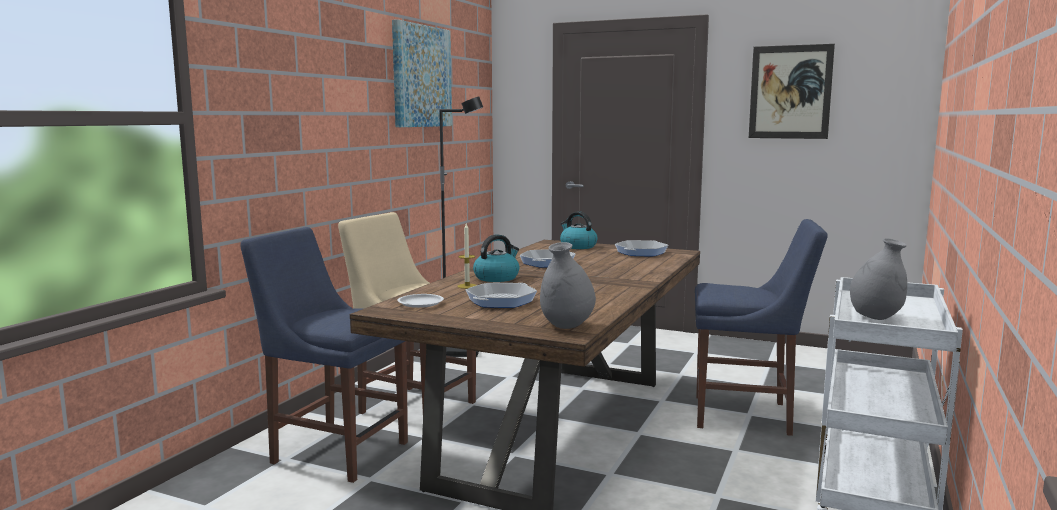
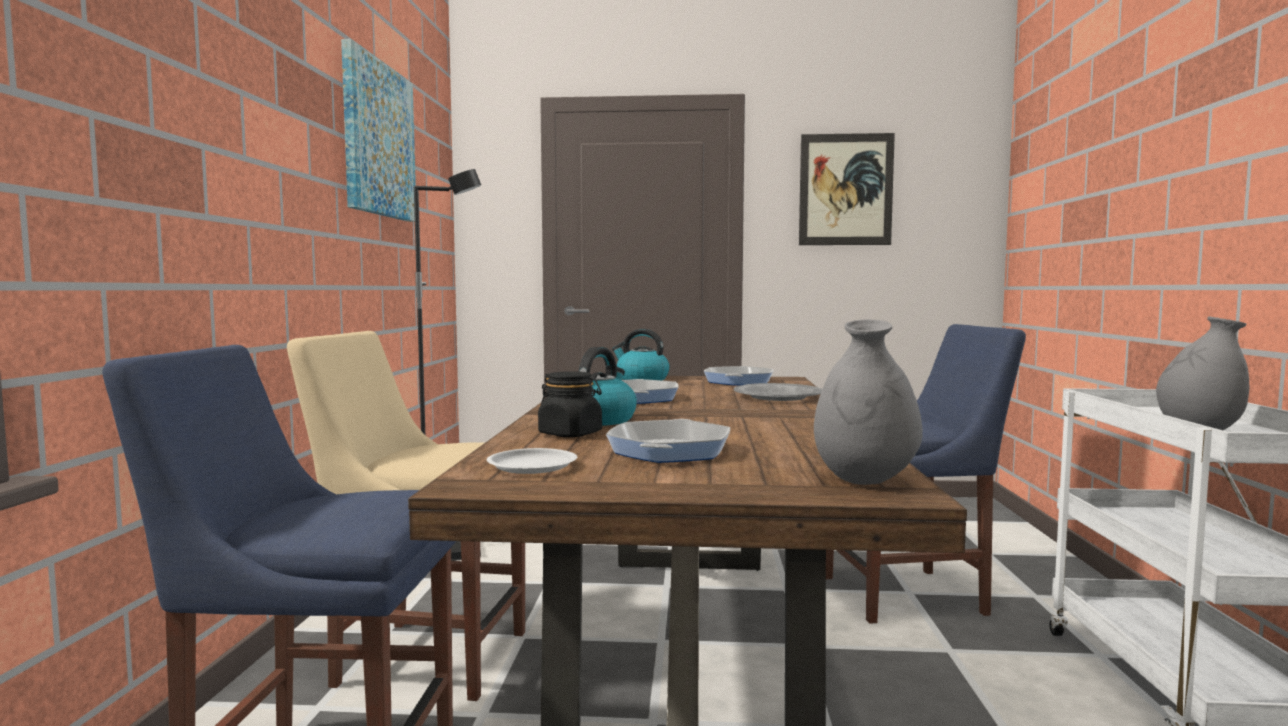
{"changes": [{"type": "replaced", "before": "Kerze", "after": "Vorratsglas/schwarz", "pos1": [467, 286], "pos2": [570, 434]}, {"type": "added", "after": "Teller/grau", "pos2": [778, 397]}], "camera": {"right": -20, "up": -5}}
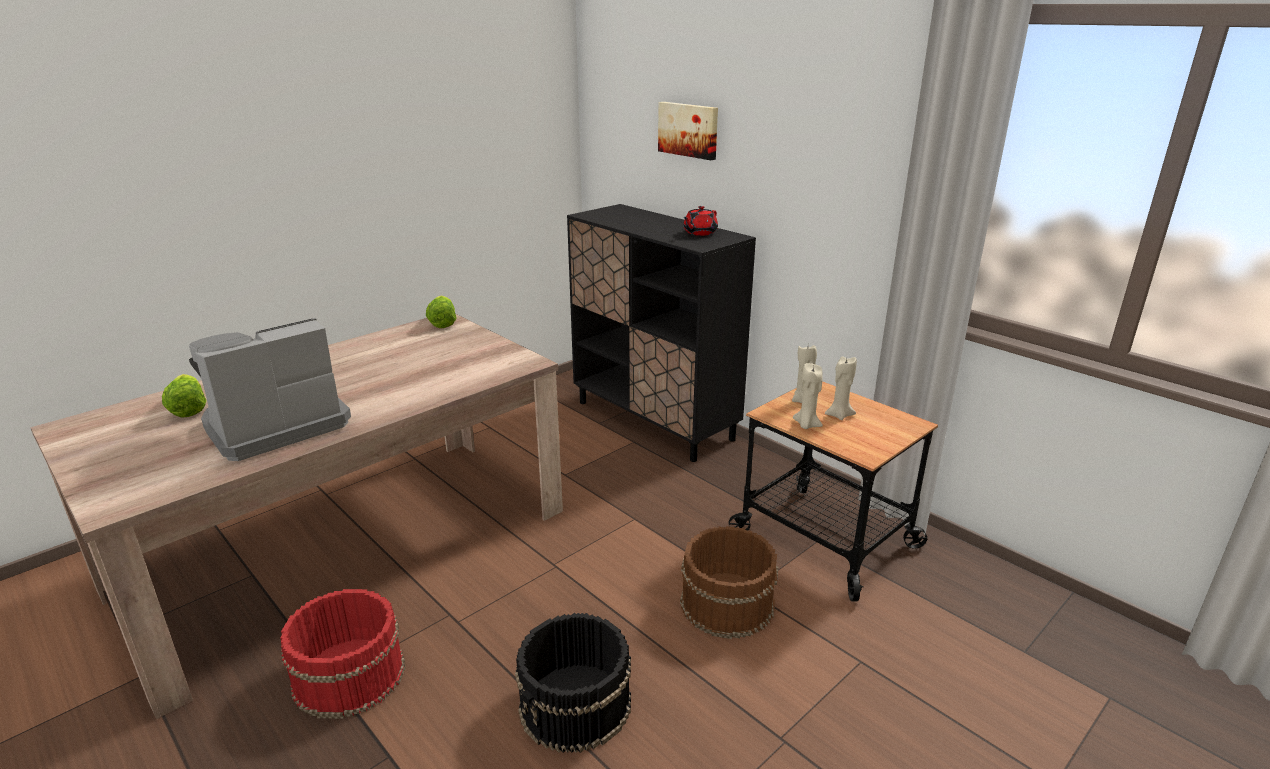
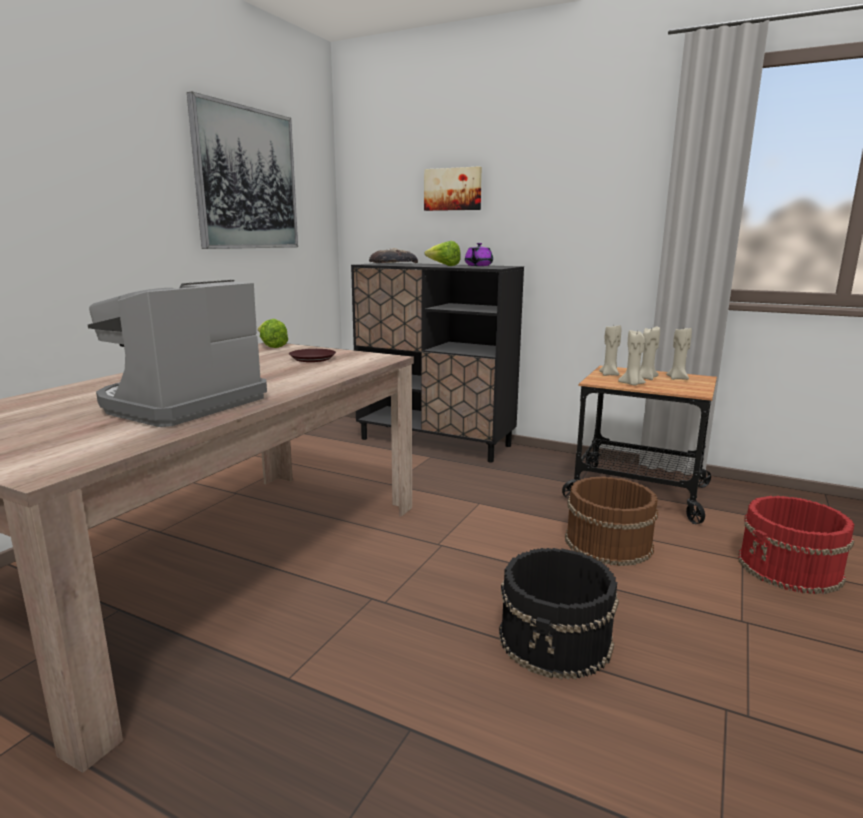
{"changes": [{"type": "added", "after": "Bild", "pos2": [246, 179]}, {"type": "added", "after": "Teller/braun", "pos2": [312, 359]}, {"type": "added", "after": "Brot", "pos2": [393, 263]}, {"type": "moved", "before": "Salatkopf", "pos1": [188, 409], "pos2": [443, 266]}, {"type": "recoloured", "before": "Teekanne/rot", "after": "Teekanne/lila", "pos1": [699, 233], "pos2": [478, 266]}, {"type": "added", "after": "Kerze/beige", "pos2": [677, 378]}, {"type": "moved", "before": "Eimer/rot", "pos1": [348, 676], "pos2": [790, 568]}], "camera": {"right": -20, "up": -10}}
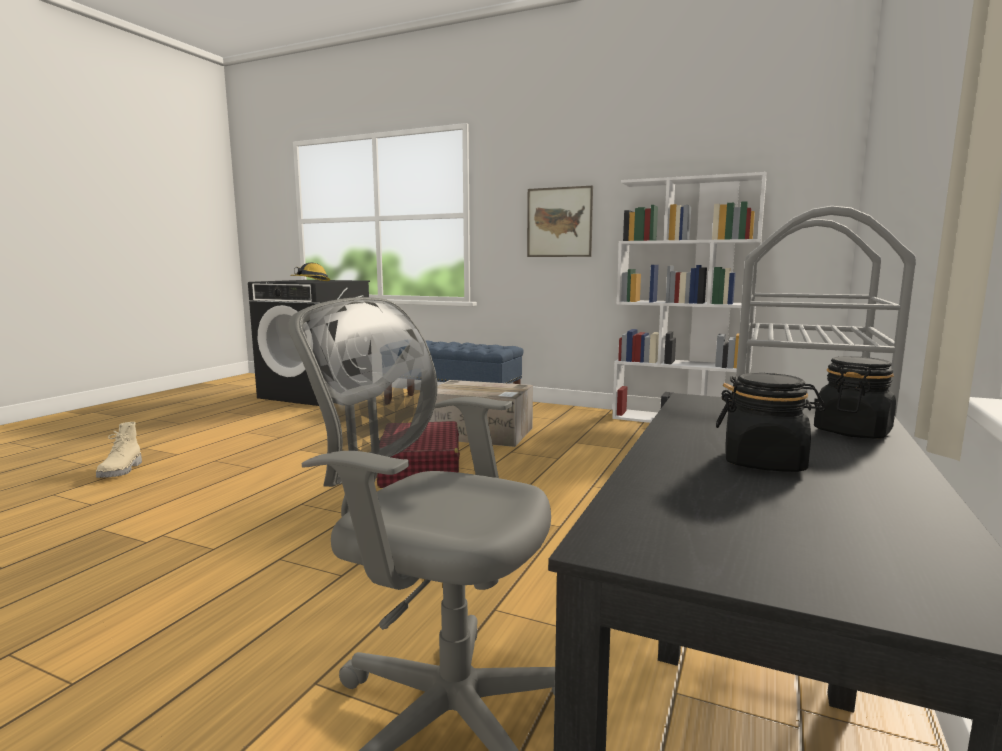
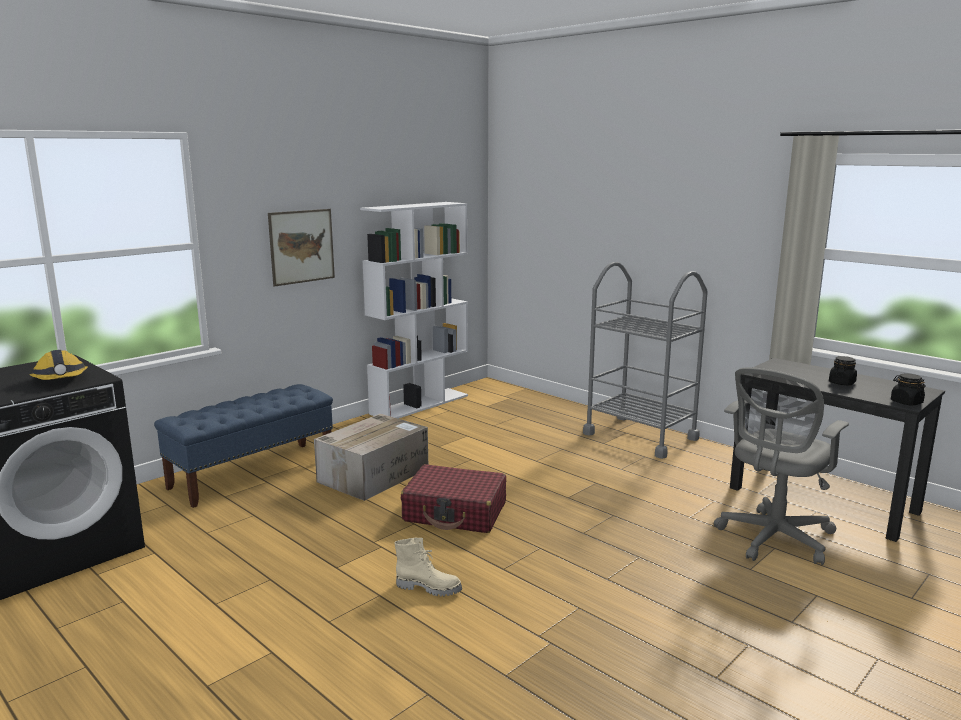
{"changes": [{"type": "moved", "before": "Stiefel/beige", "pos1": [121, 471], "pos2": [429, 587]}, {"type": "moved", "before": "Vorratsglas/schwarz", "pos1": [852, 432], "pos2": [906, 402]}], "camera": {"right": -70, "up": 5}}
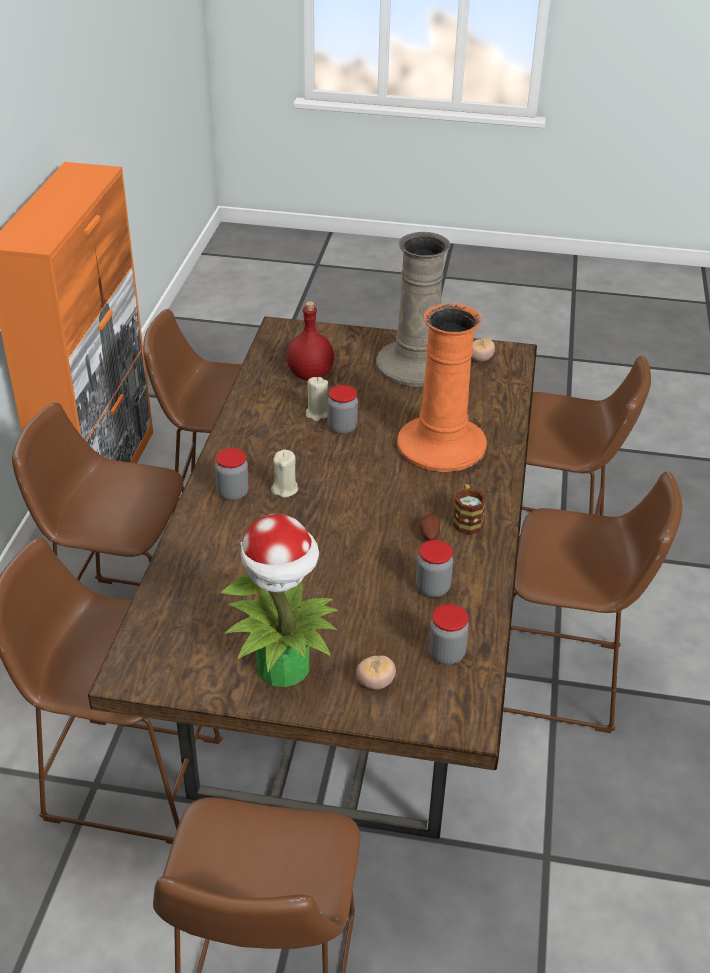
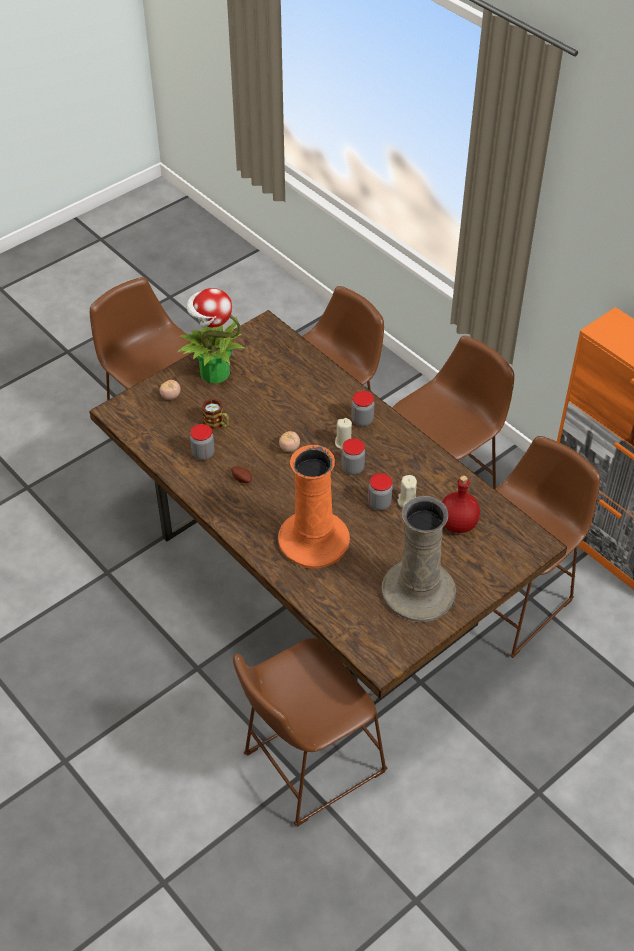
{"changes": [{"type": "moved", "before": "Henkelbecher", "pos1": [467, 520], "pos2": [217, 424]}, {"type": "moved", "before": "Tomate", "pos1": [480, 359], "pos2": [289, 448]}, {"type": "moved", "before": "Vorratsglas", "pos1": [446, 654], "pos2": [352, 468]}, {"type": "removed", "before": "Hocker/braun", "pos1": [559, 680]}], "camera": {"right": 130, "up": 10}}
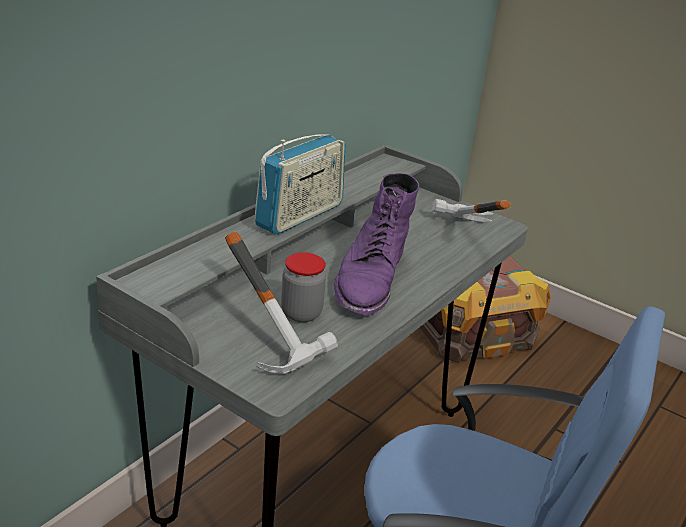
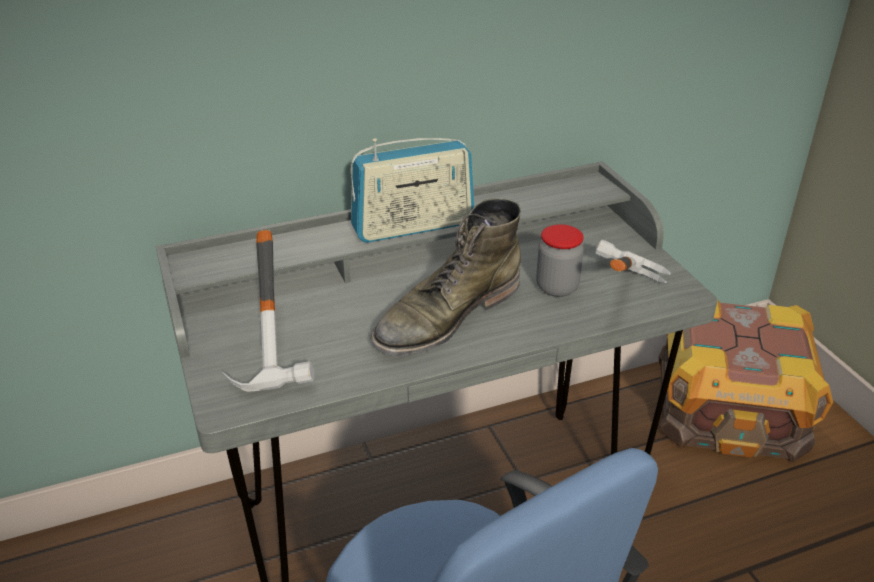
{"changes": [{"type": "recoloured", "before": "Stiefel/lila", "after": "Stiefel/grün", "pos1": [370, 279], "pos2": [446, 316]}, {"type": "moved", "before": "Vorratsglas", "pos1": [301, 313], "pos2": [557, 287]}], "camera": {"right": 35, "up": 5}}
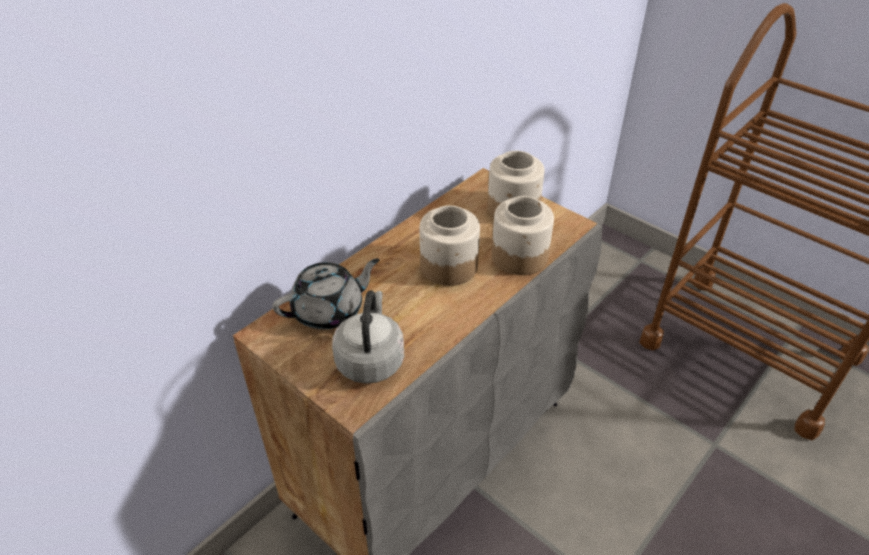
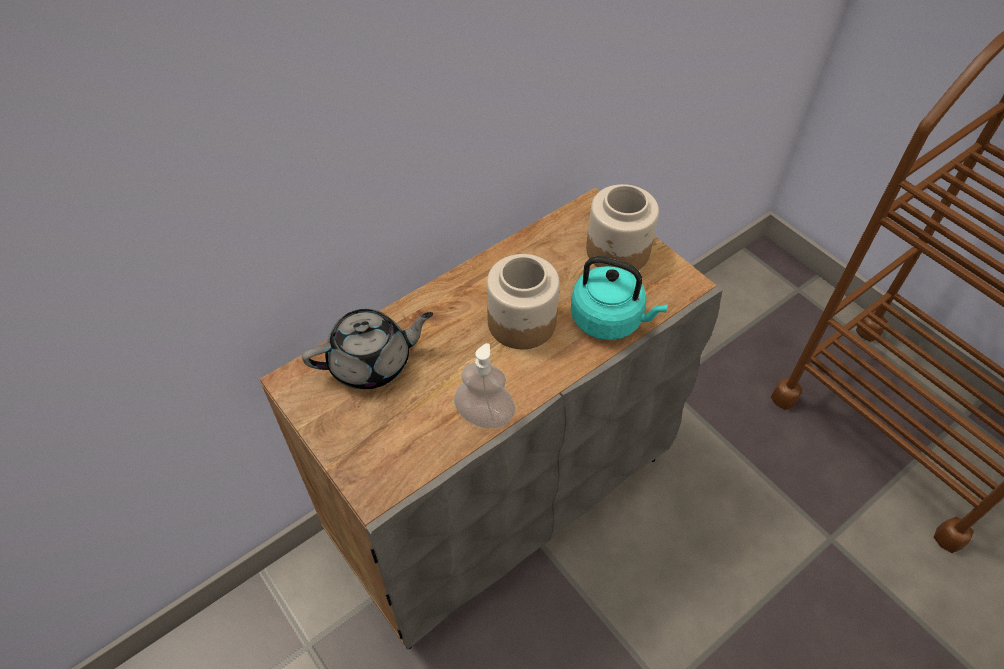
{"changes": [{"type": "added", "after": "Seifenspender", "pos2": [484, 416]}, {"type": "replaced", "before": "Vorratsglas", "after": "Wasserkessel/türkis", "pos1": [520, 256], "pos2": [610, 320]}, {"type": "removed", "before": "Wasserkessel/grau", "pos1": [370, 359]}], "camera": {"right": 10, "up": 10}}
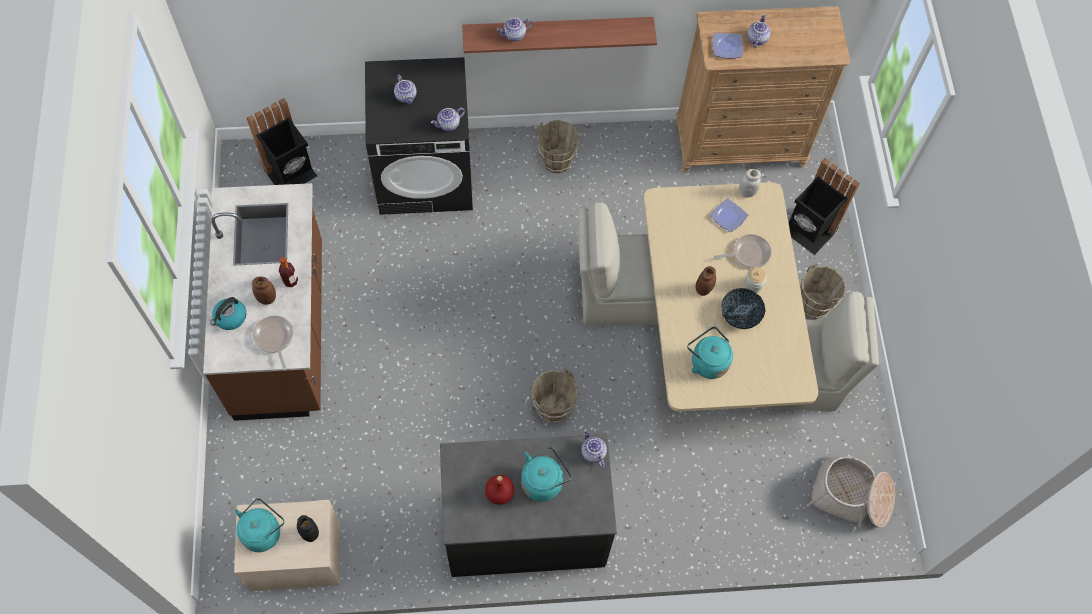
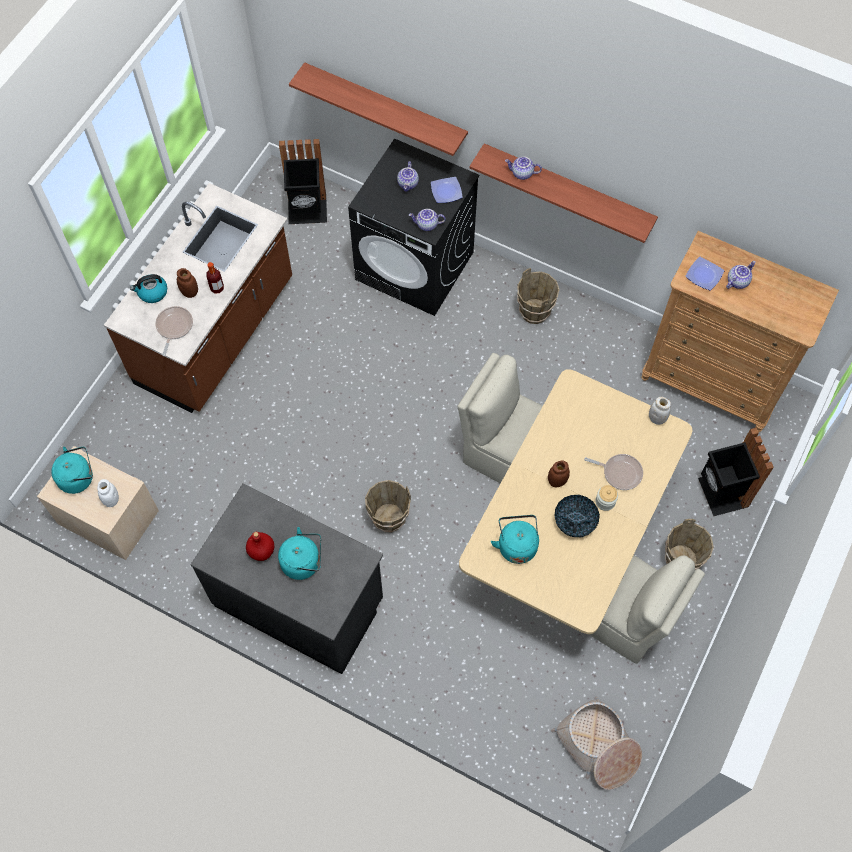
{"changes": [{"type": "recoloured", "before": "Vorratsglas/schwarz", "after": "Vorratsglas/weiß", "pos1": [310, 533], "pos2": [111, 500]}, {"type": "added", "after": "Wandregal", "pos2": [385, 107]}, {"type": "moved", "before": "Teller", "pos1": [728, 217], "pos2": [446, 192]}, {"type": "removed", "before": "Teekanne", "pos1": [592, 453]}], "camera": {"right": 35, "up": 0}}
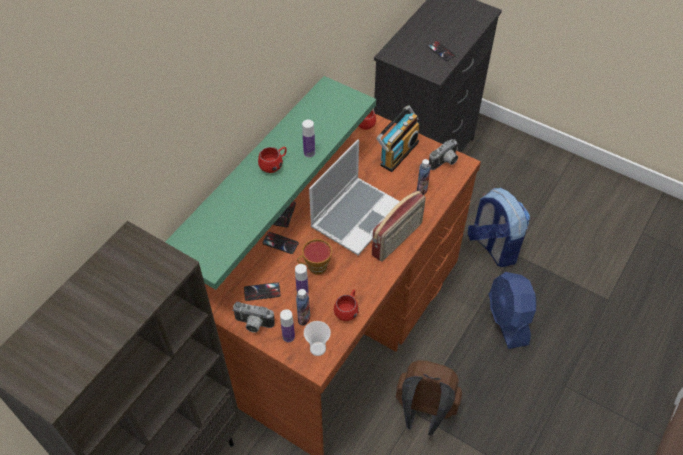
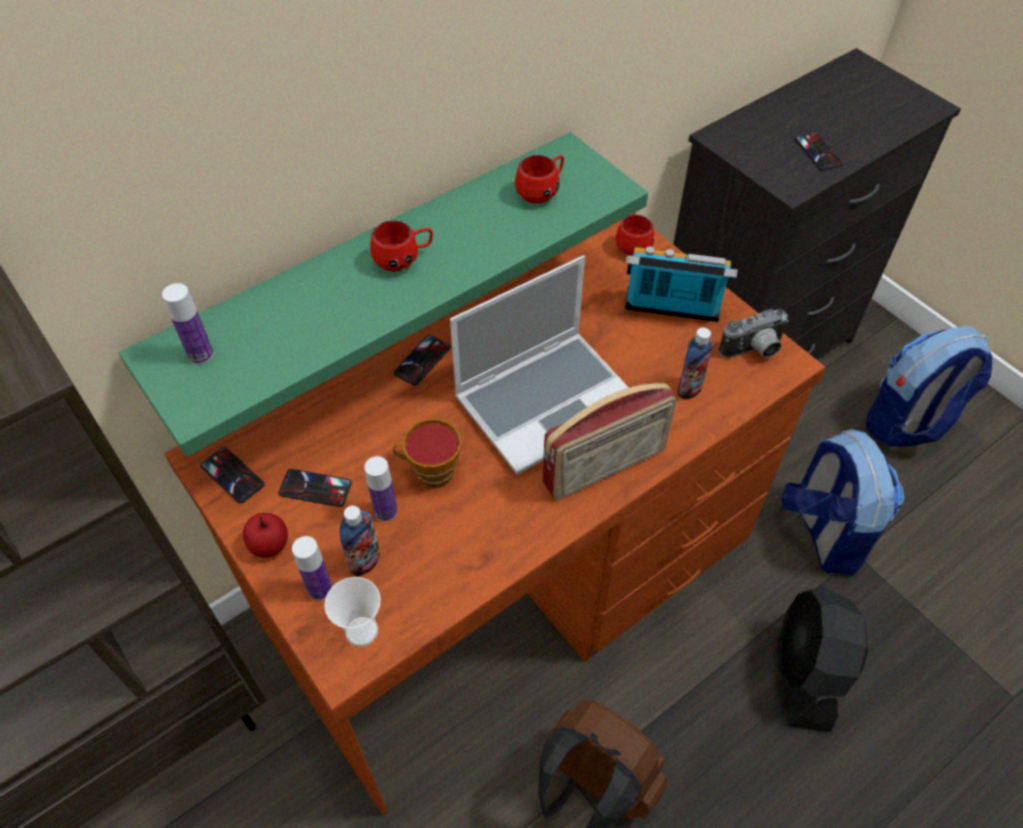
{"changes": [{"type": "moved", "before": "Flasche", "pos1": [309, 153], "pos2": [201, 355]}, {"type": "moved", "before": "Handy", "pos1": [280, 243], "pos2": [232, 475]}, {"type": "replaced", "before": "Kamera", "after": "Apfel", "pos1": [253, 325], "pos2": [269, 544]}, {"type": "moved", "before": "Henkelbecher/rot", "pos1": [347, 310], "pos2": [542, 191]}, {"type": "turned", "before": "Radio", "pos1": [397, 152], "pos2": [671, 310], "turn": -135}, {"type": "recoloured", "before": "Ventilator/blau", "after": "Ventilator/schwarz", "pos1": [507, 319], "pos2": [806, 671]}, {"type": "added", "after": "Rucksack", "pos2": [907, 423]}], "camera": {"right": 20, "up": 0}}
